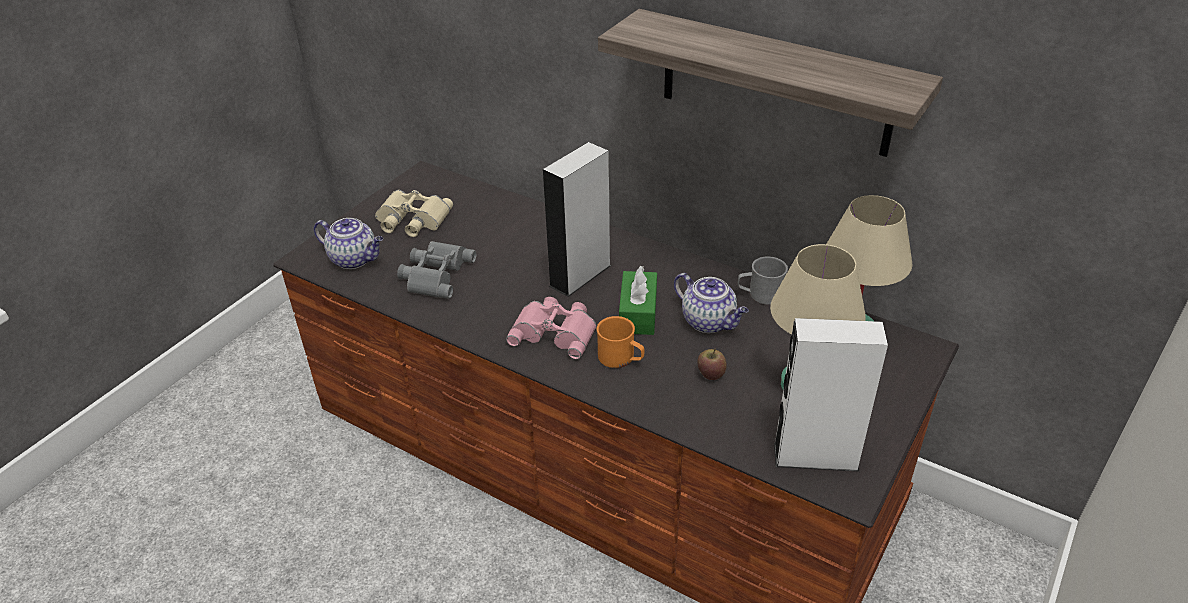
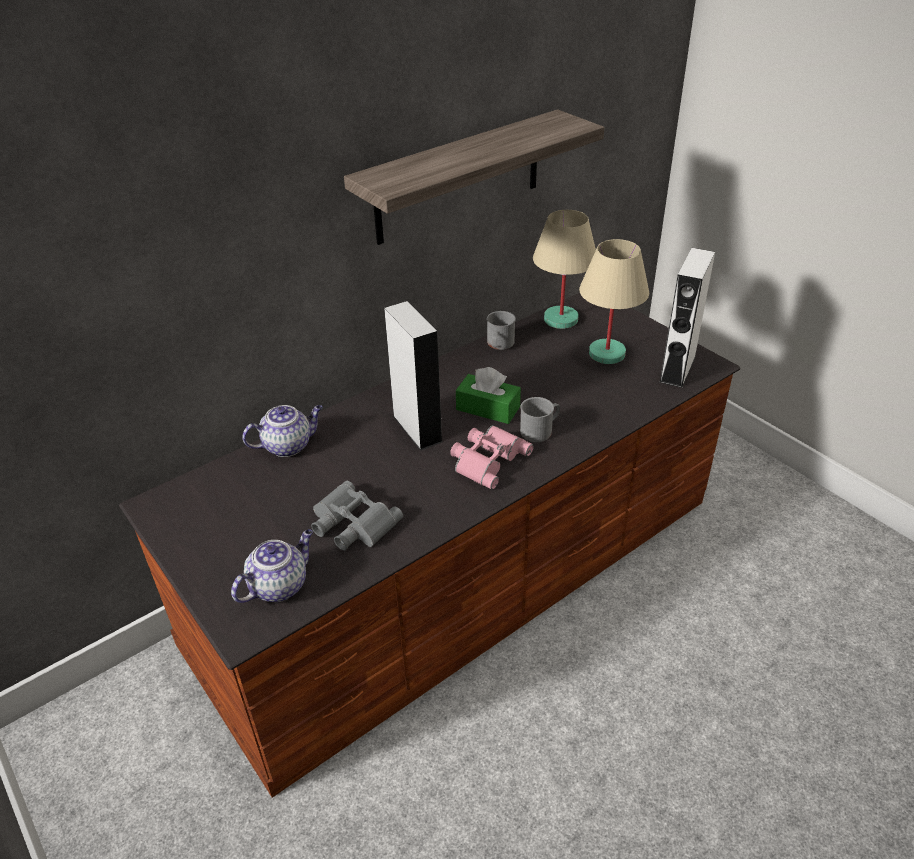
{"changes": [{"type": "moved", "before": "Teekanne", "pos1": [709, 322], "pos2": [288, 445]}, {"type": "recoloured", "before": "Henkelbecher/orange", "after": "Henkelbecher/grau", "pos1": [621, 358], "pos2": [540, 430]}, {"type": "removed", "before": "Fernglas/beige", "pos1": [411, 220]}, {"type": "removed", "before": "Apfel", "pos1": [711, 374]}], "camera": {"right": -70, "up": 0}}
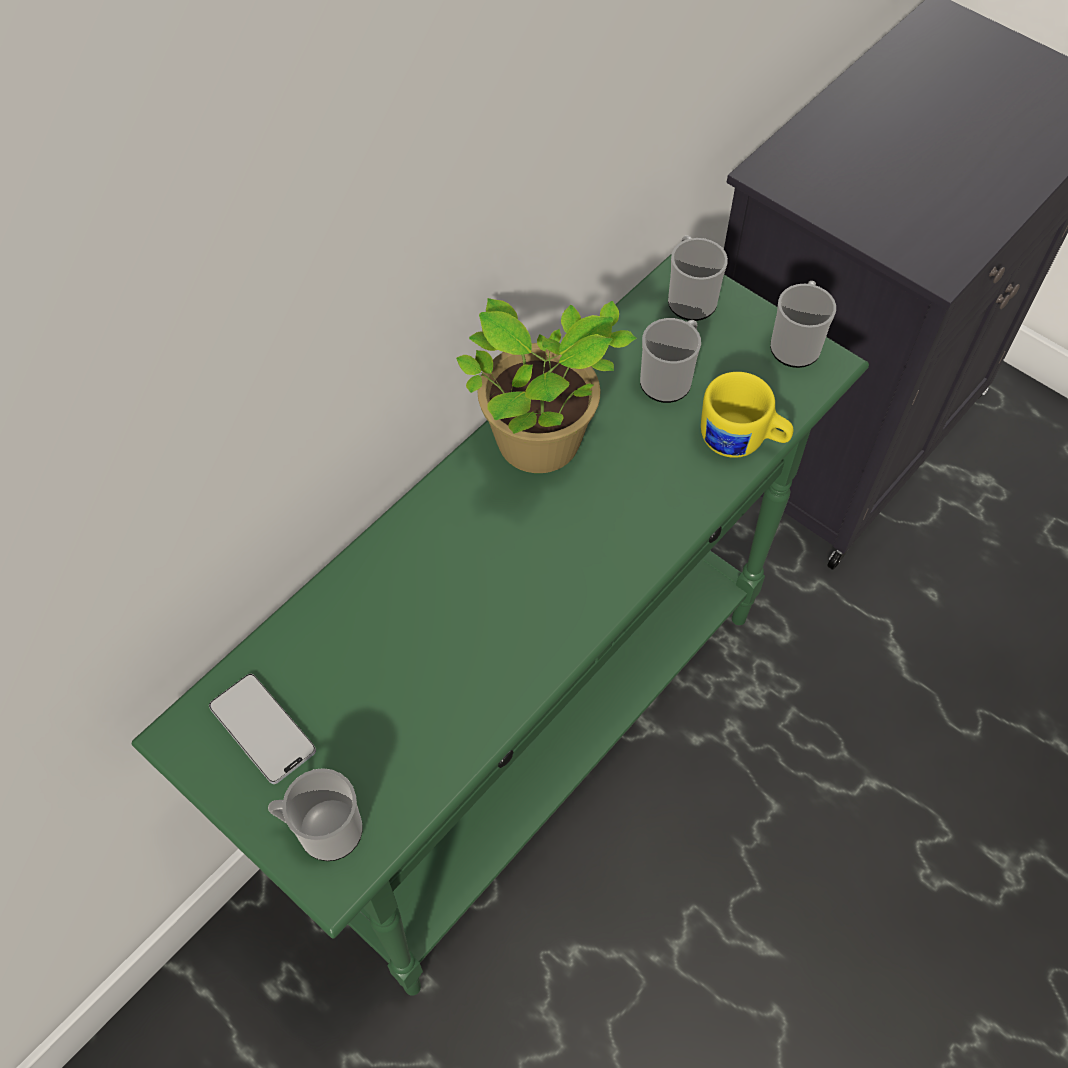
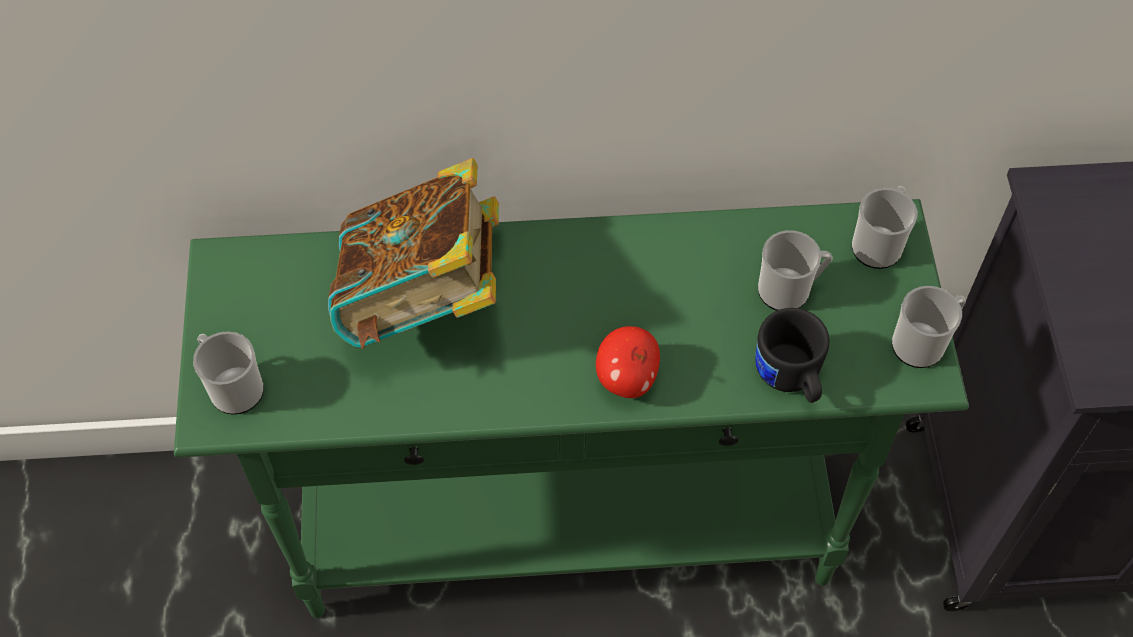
{"changes": [{"type": "added", "after": "Buch", "pos2": [423, 300]}, {"type": "added", "after": "Apfel", "pos2": [626, 378]}, {"type": "recoloured", "before": "Henkelbecher/gelb", "after": "Henkelbecher/schwarz", "pos1": [741, 441], "pos2": [790, 378]}, {"type": "removed", "before": "Handy", "pos1": [262, 729]}, {"type": "removed", "before": "Topfpflanze", "pos1": [540, 447]}], "camera": {"right": 45, "up": 0}}
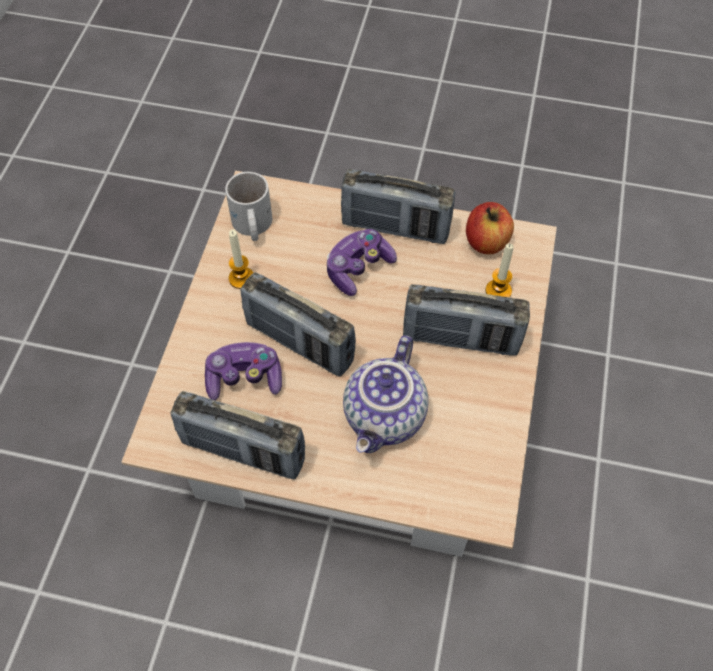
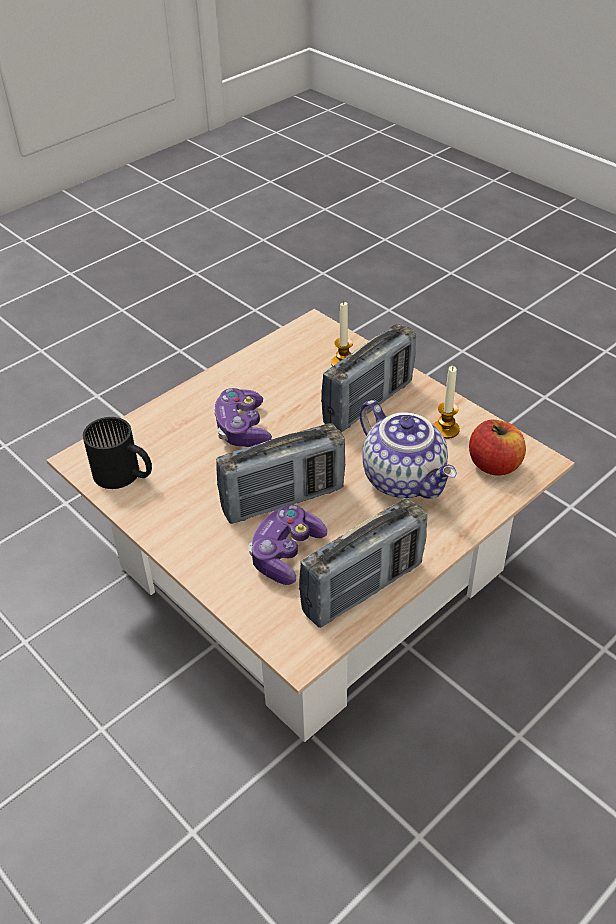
{"changes": [{"type": "recoloured", "before": "Henkelbecher/weiß", "after": "Henkelbecher/schwarz", "pos1": [251, 226], "pos2": [123, 476]}, {"type": "moved", "before": "Kerze", "pos1": [241, 278], "pos2": [445, 429]}, {"type": "moved", "before": "Apfel", "pos1": [486, 242], "pos2": [494, 465]}, {"type": "removed", "before": "Radio", "pos1": [395, 227]}], "camera": {"right": -55, "up": -15}}
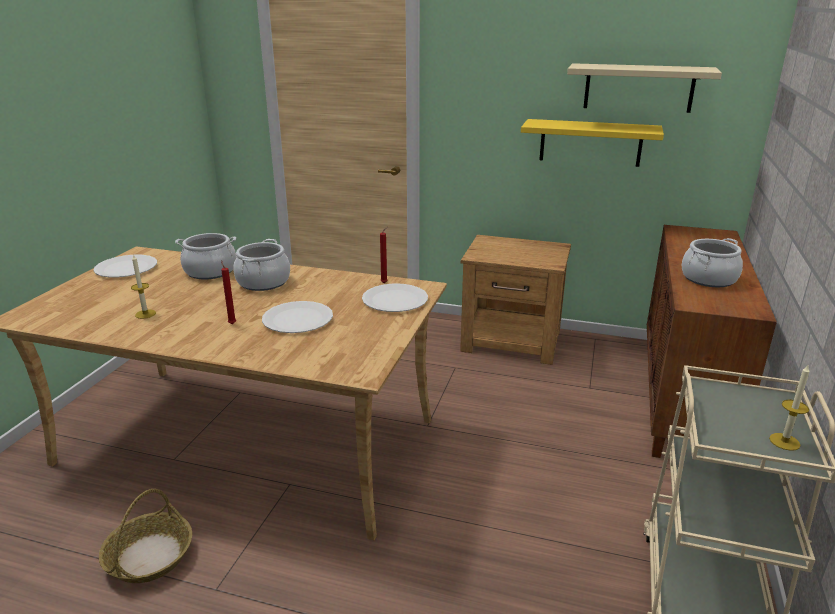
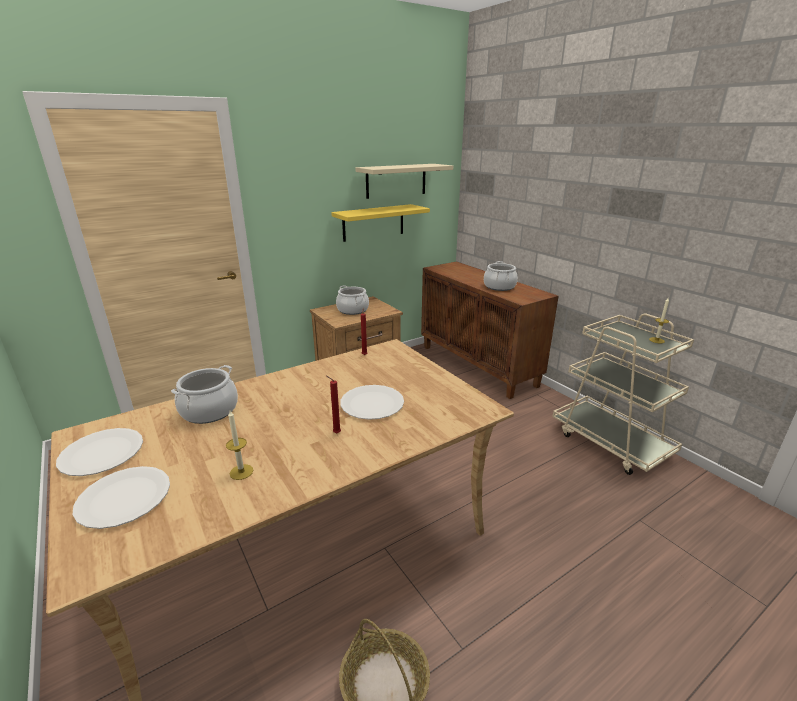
{"changes": [{"type": "moved", "before": "Teller/weiß", "pos1": [395, 300], "pos2": [124, 498]}, {"type": "moved", "before": "Kochtopf", "pos1": [263, 282], "pos2": [352, 310]}], "camera": {"right": -50, "up": 0}}
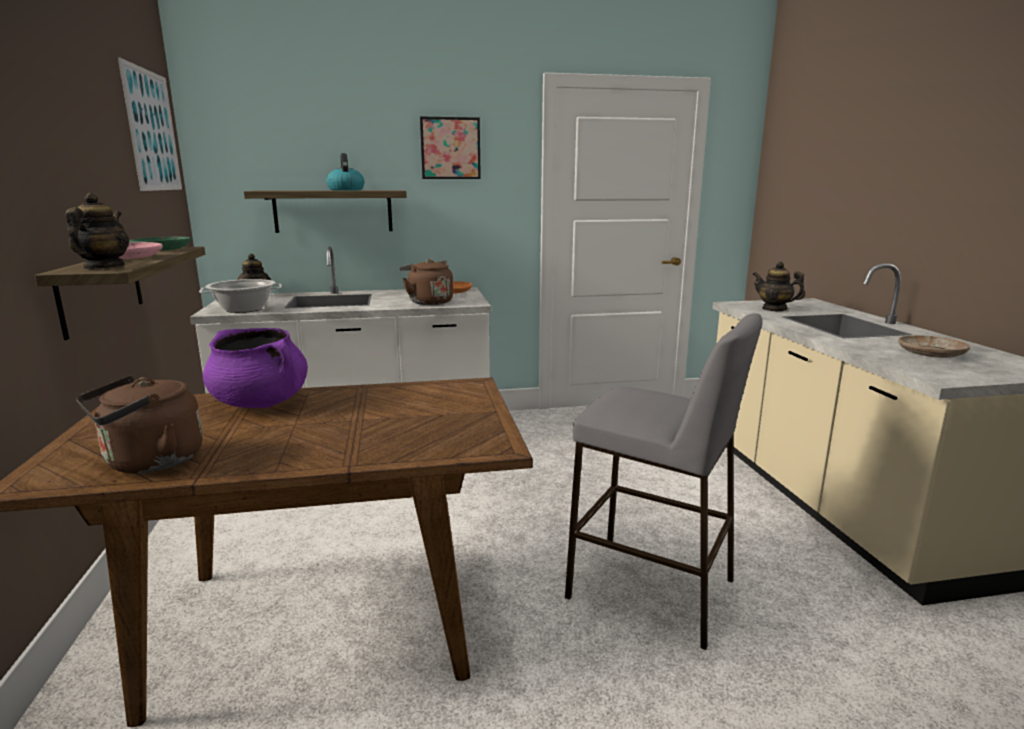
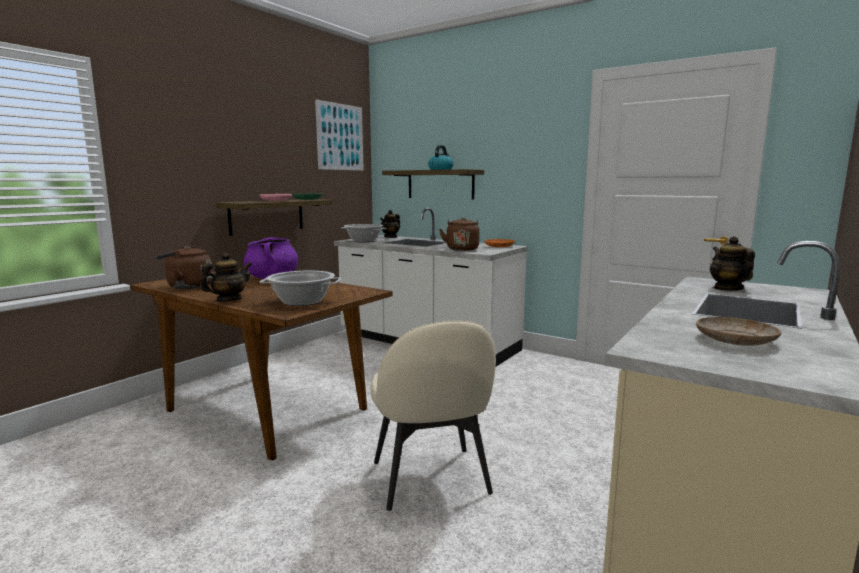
{"changes": [{"type": "moved", "before": "Teekanne", "pos1": [103, 268], "pos2": [228, 300]}, {"type": "added", "after": "Kochtopf", "pos2": [302, 302]}, {"type": "replaced", "before": "Hocker/grau", "after": "Stuhl/beige", "pos1": [652, 589], "pos2": [431, 479]}, {"type": "removed", "before": "Bild", "pos1": [450, 148]}], "camera": {"right": 45, "up": -5}}
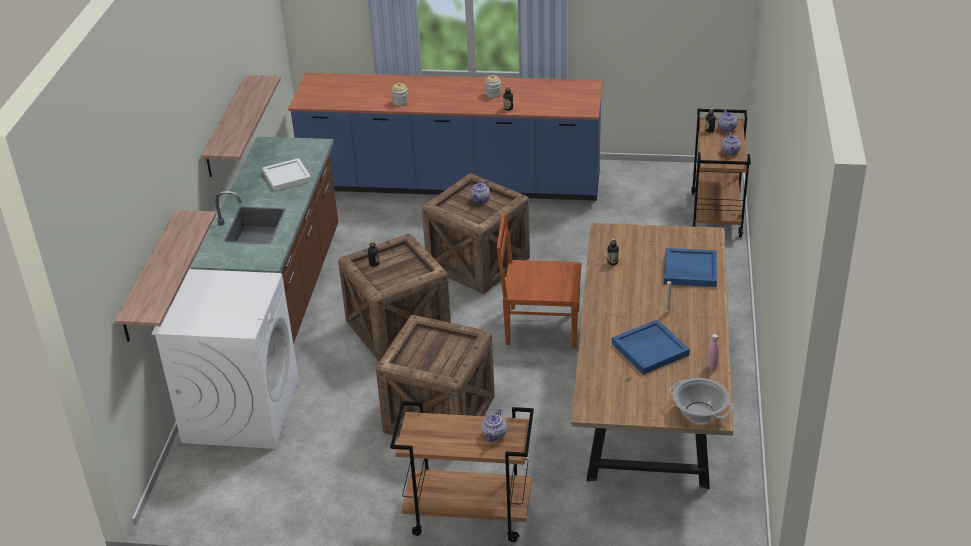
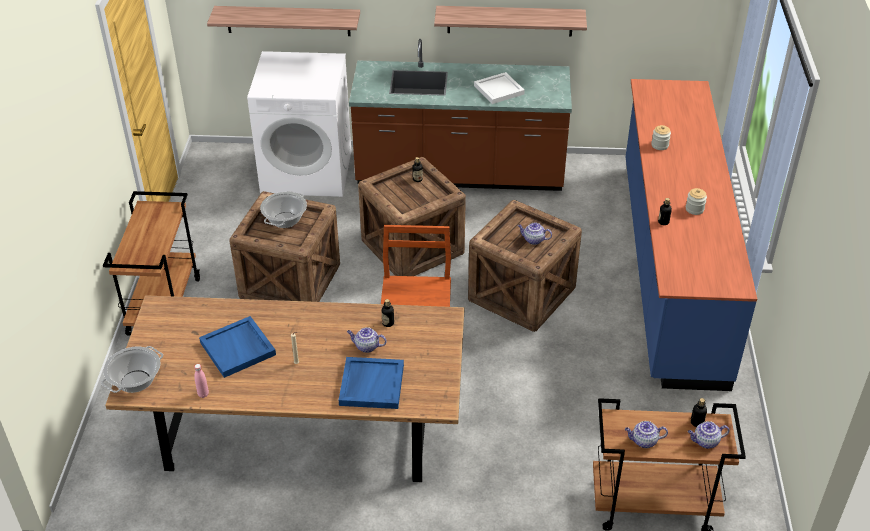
{"changes": [{"type": "added", "after": "Kochtopf", "pos2": [285, 220]}, {"type": "moved", "before": "Teekanne", "pos1": [494, 435], "pos2": [366, 347]}], "camera": {"right": 85, "up": 5}}
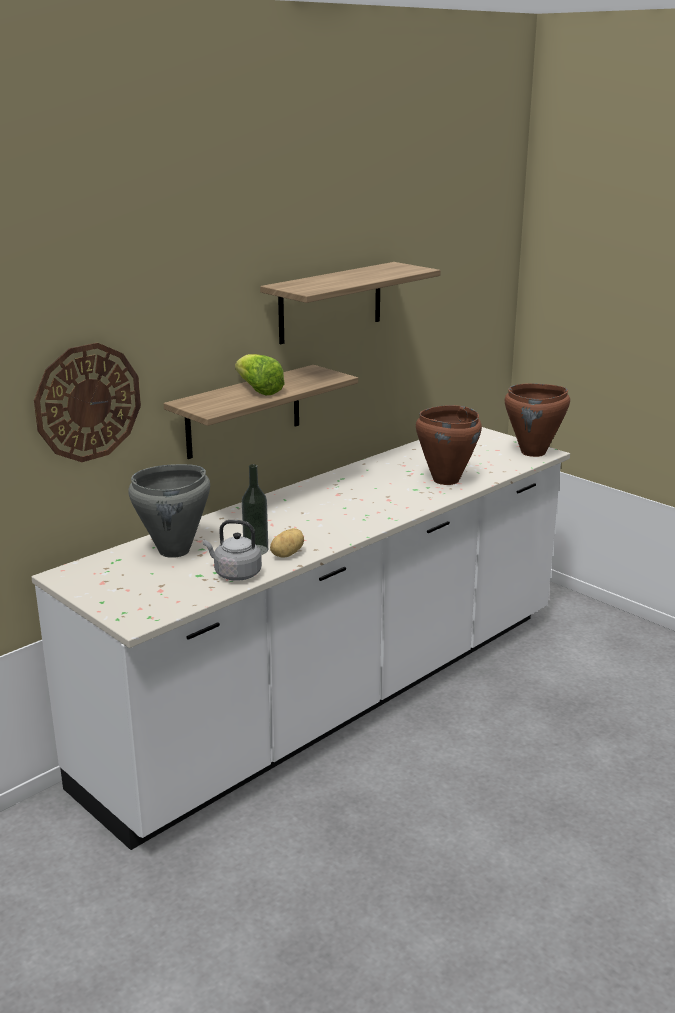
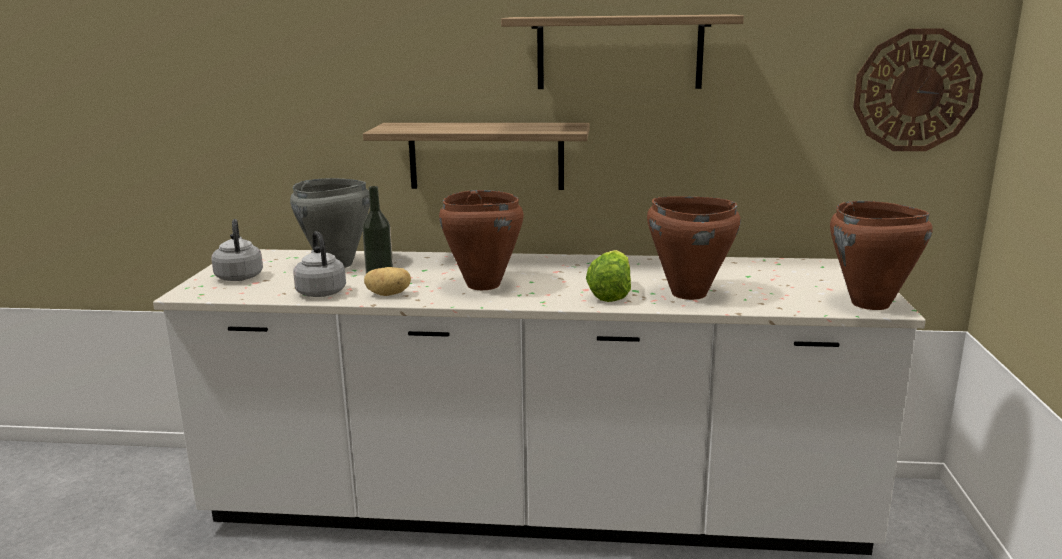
{"changes": [{"type": "added", "after": "Wasserkessel/grau", "pos2": [239, 276]}, {"type": "added", "after": "Kochtopf/braun", "pos2": [483, 285]}, {"type": "moved", "before": "Salatkopf", "pos1": [258, 390], "pos2": [611, 294]}, {"type": "moved", "before": "Wanduhr", "pos1": [88, 402], "pos2": [916, 90]}], "camera": {"right": 50, "up": -5}}
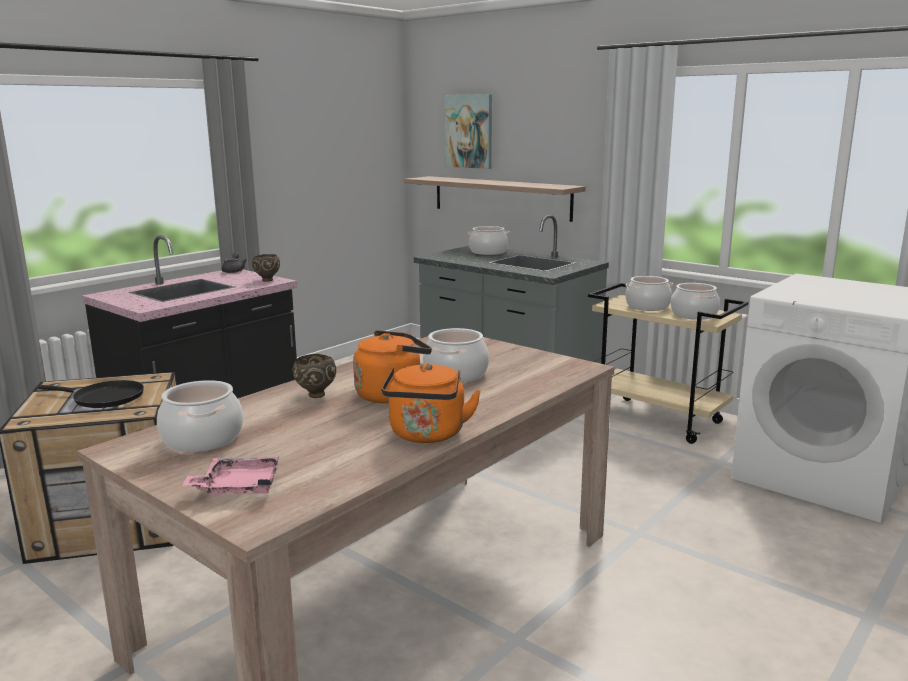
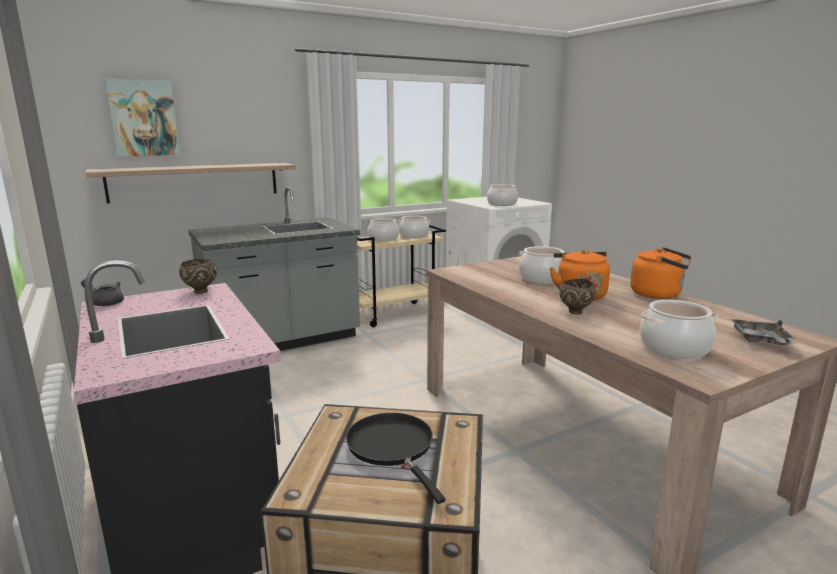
{"changes": [{"type": "turned", "before": "Pfanne/schwarz", "pos1": [104, 398], "pos2": [393, 448], "turn": -60}, {"type": "moved", "before": "Kochtopf", "pos1": [488, 252], "pos2": [502, 204]}, {"type": "recoloured", "before": "Tablett/rosa", "after": "Tablett/grau", "pos1": [238, 487], "pos2": [761, 340]}], "camera": {"right": -70, "up": 0}}
